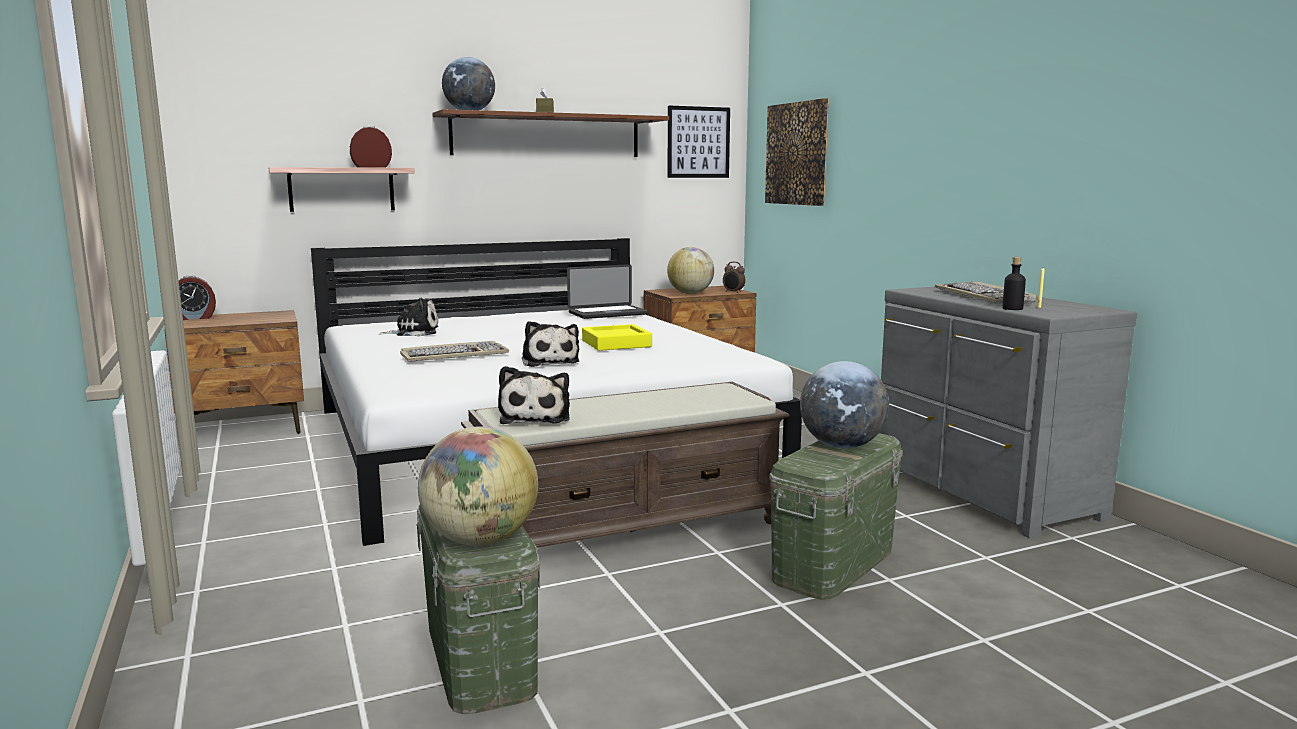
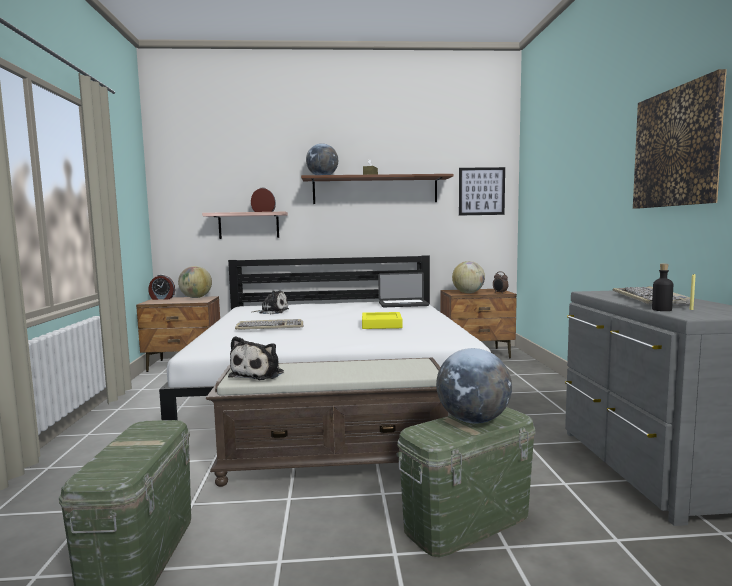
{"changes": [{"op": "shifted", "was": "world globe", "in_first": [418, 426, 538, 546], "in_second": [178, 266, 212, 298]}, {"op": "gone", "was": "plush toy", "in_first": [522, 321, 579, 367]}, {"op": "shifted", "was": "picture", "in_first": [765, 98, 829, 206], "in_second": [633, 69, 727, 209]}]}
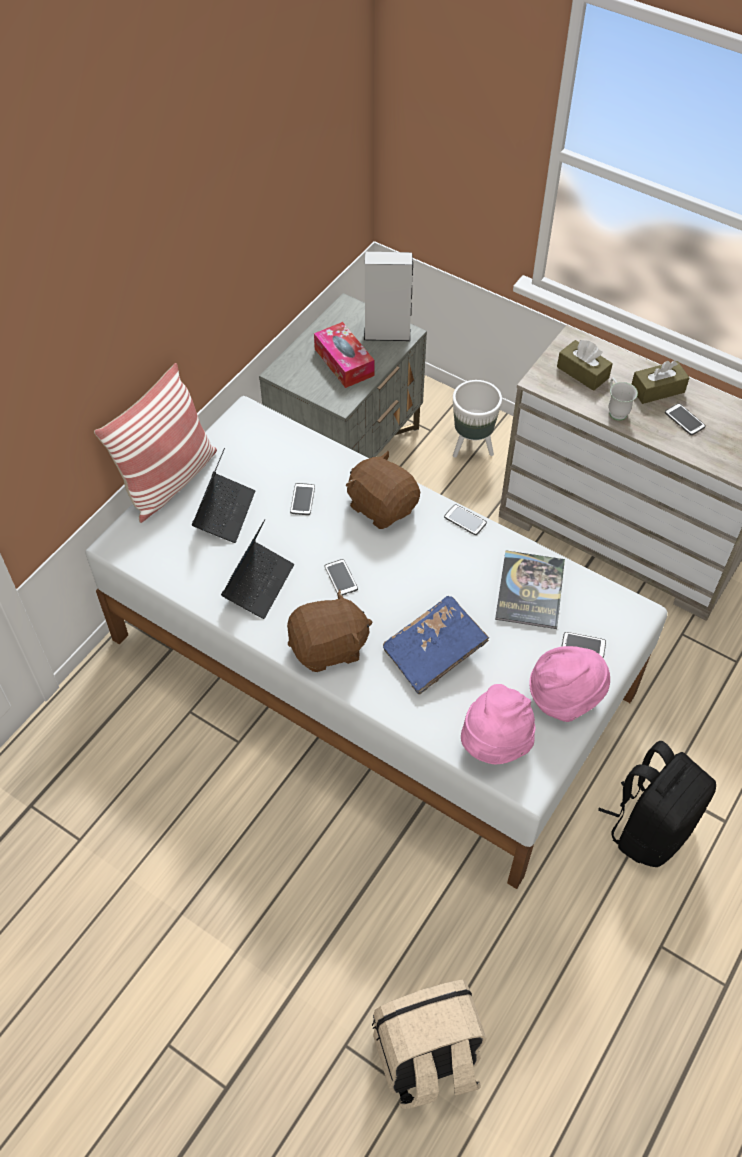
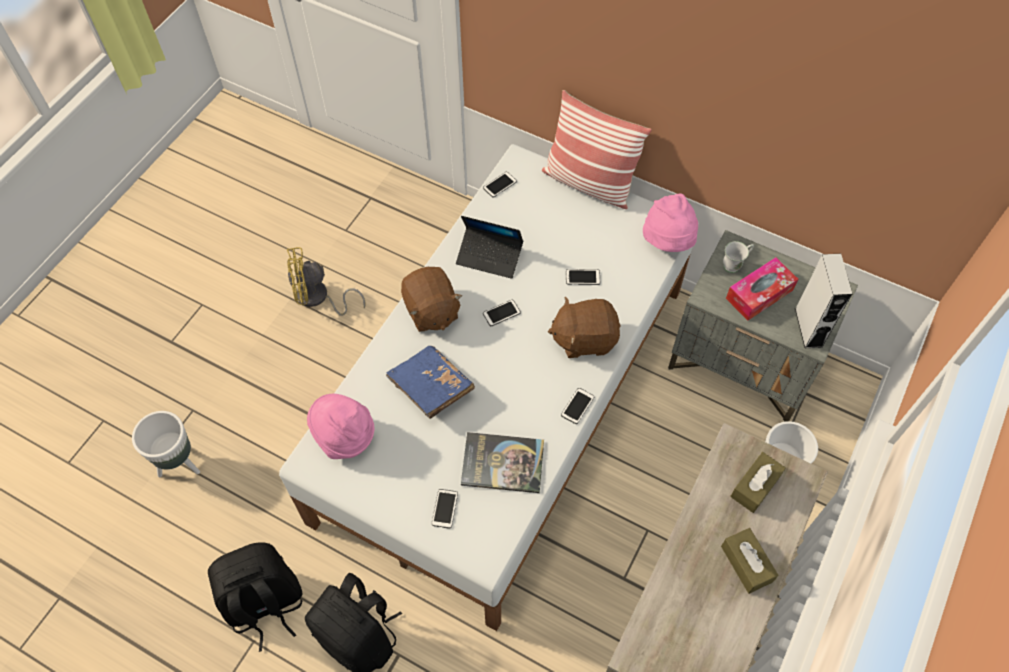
{"changes": [{"op": "gone", "was": "laptop", "in_first": [192, 448, 255, 543]}, {"op": "rotated", "was": "plush toy/brown-coloured", "in_first": [346, 451, 420, 529], "in_second": [548, 297, 620, 358], "clockwise": -135}, {"op": "swapped", "was": "backpack/beige", "now": "flower pot/white", "in_first": [372, 979, 486, 1109], "in_second": [132, 411, 200, 477]}, {"op": "shifted", "was": "clothing hat/pink", "in_first": [530, 646, 610, 722], "in_second": [643, 194, 698, 252]}, {"op": "shifted", "was": "mug/white", "in_first": [609, 378, 638, 421], "in_second": [723, 241, 754, 273]}, {"op": "shifted", "was": "telephone", "in_first": [665, 403, 706, 435], "in_second": [483, 172, 517, 198]}, {"op": "new", "now": "backpack/black-coloured", "in_second": [208, 542, 303, 652]}, {"op": "new", "now": "fan/yellow", "in_second": [287, 247, 365, 316]}]}
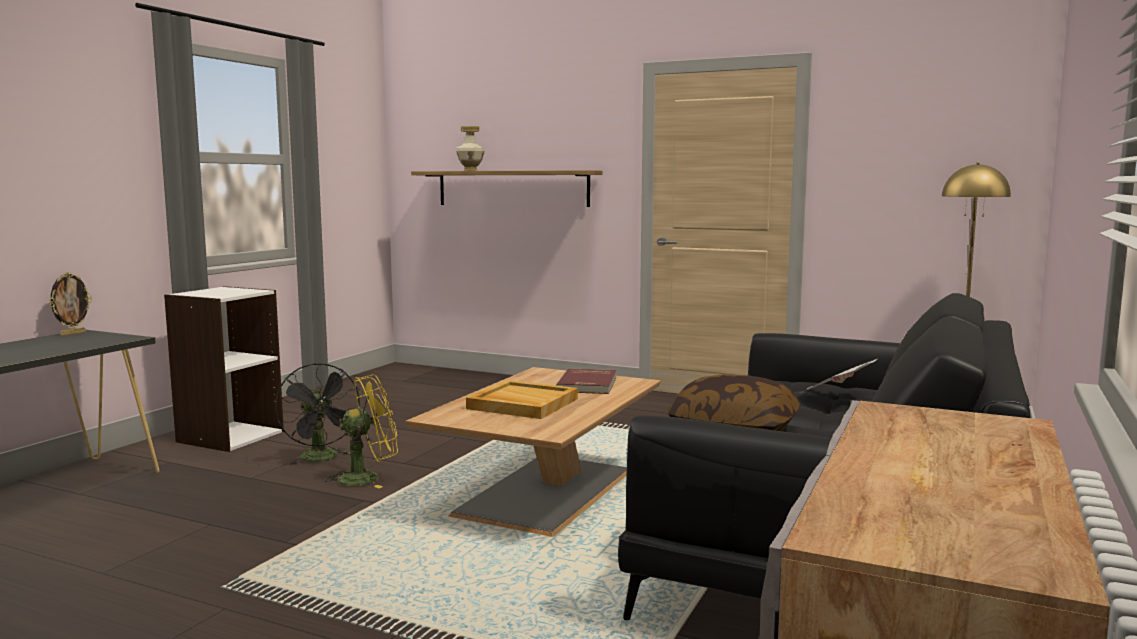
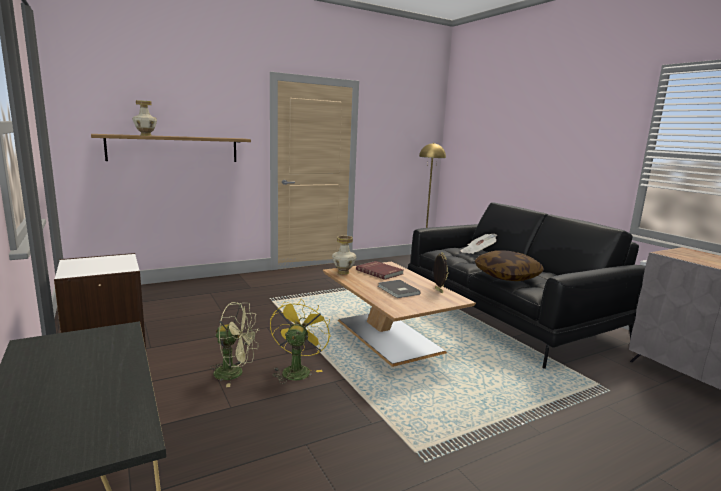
{"changes": [{"op": "shifted", "was": "photo frame", "in_first": [49, 272, 92, 336], "in_second": [433, 252, 449, 293]}, {"op": "repainted", "was": "fan/black-coloured", "now": "fan/green", "in_first": [275, 363, 360, 465], "in_second": [211, 302, 259, 387]}, {"op": "swapped", "was": "carrying tray/beige", "now": "book/grey", "in_first": [466, 380, 578, 419], "in_second": [378, 280, 421, 298]}, {"op": "new", "now": "decorative vase", "in_second": [332, 236, 356, 275]}]}
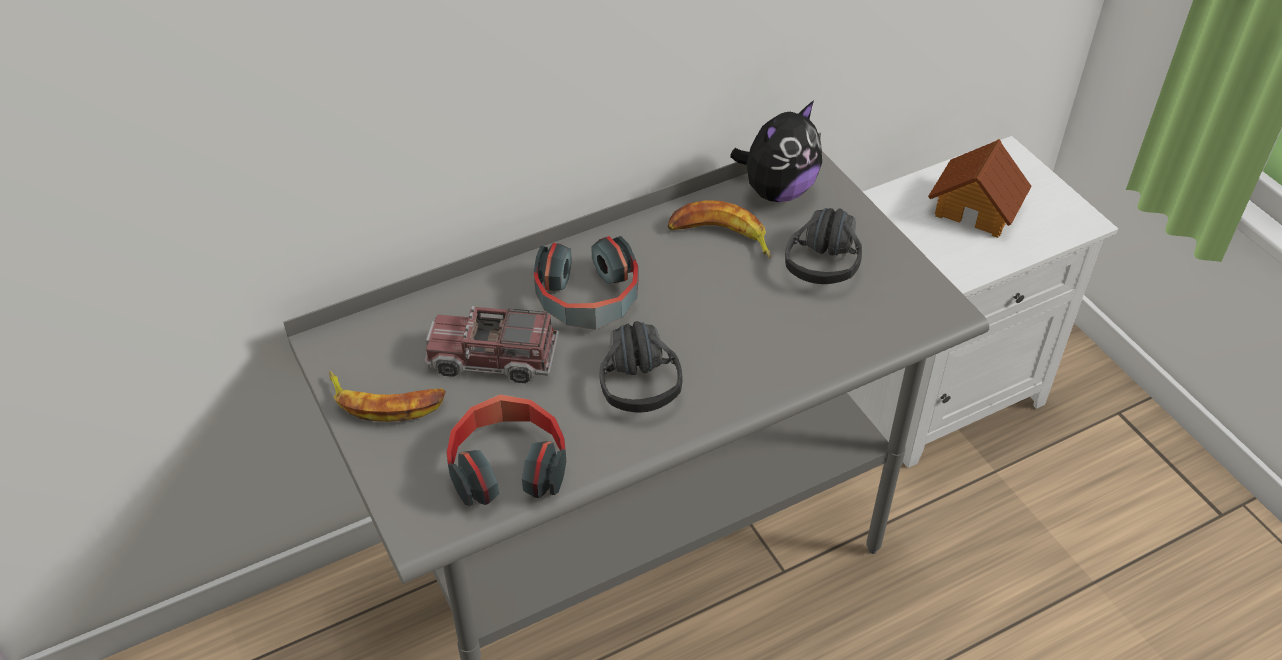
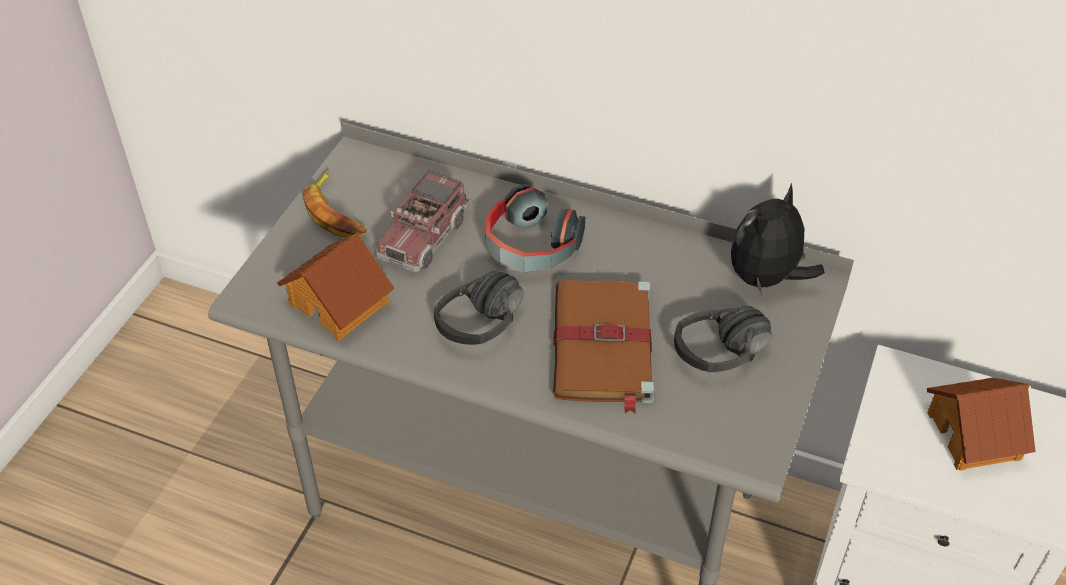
{"changes": [{"op": "rotated", "was": "toy truck", "in_first": [424, 306, 559, 383], "in_second": [375, 170, 471, 272], "clockwise": -120}, {"op": "swapped", "was": "headset", "now": "miniature house", "in_first": [446, 394, 566, 506], "in_second": [277, 232, 395, 341]}, {"op": "gone", "was": "banana fruit", "in_first": [668, 200, 771, 258]}, {"op": "rotated", "was": "plush toy", "in_first": [730, 100, 822, 202], "in_second": [731, 183, 825, 296], "clockwise": 120}, {"op": "new", "now": "book/brown-coloured", "in_second": [553, 280, 654, 414]}]}
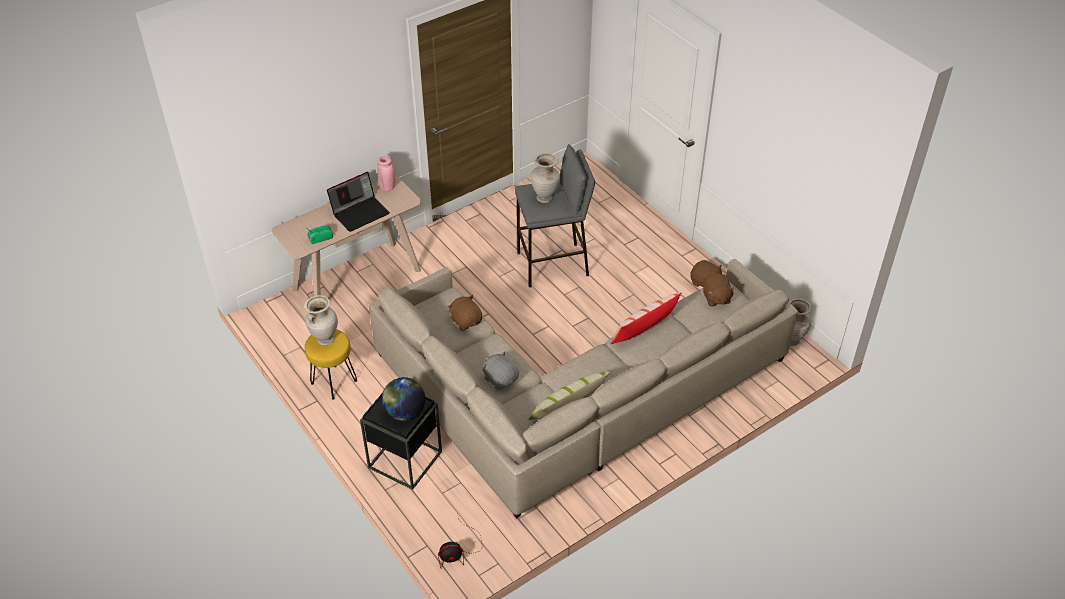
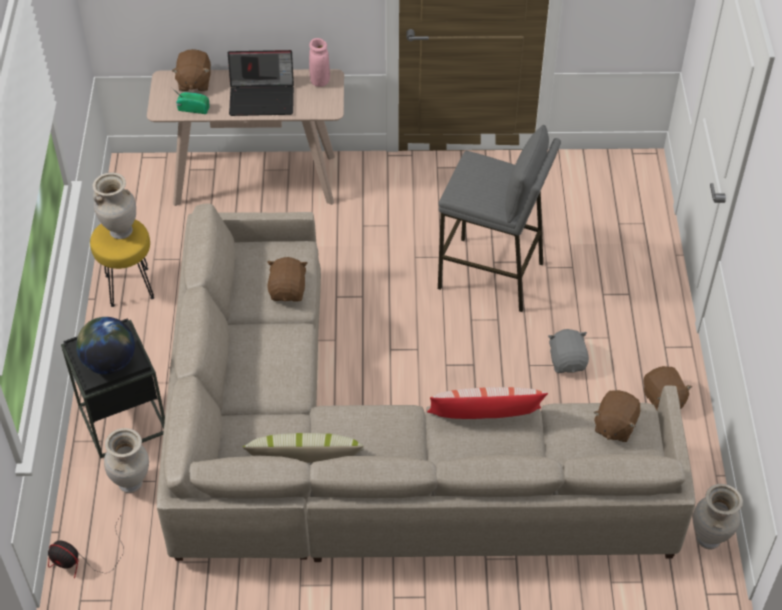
{"changes": [{"op": "shifted", "was": "plush toy/grey", "in_first": [482, 351, 519, 390], "in_second": [548, 329, 589, 373]}, {"op": "shifted", "was": "decorative vase/beige", "in_first": [531, 153, 560, 203], "in_second": [104, 428, 149, 493]}, {"op": "new", "now": "plush toy/brown-coloured", "in_second": [172, 49, 211, 91]}]}
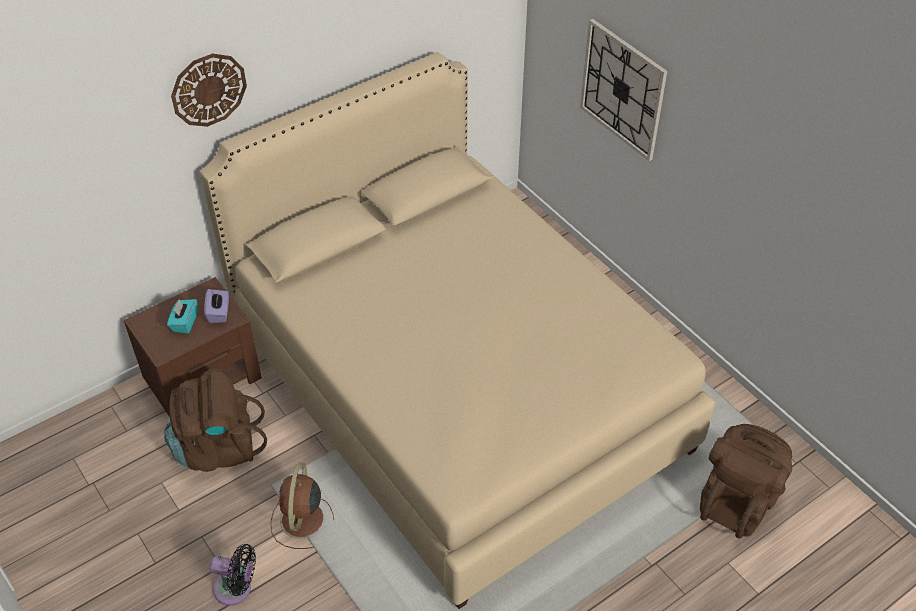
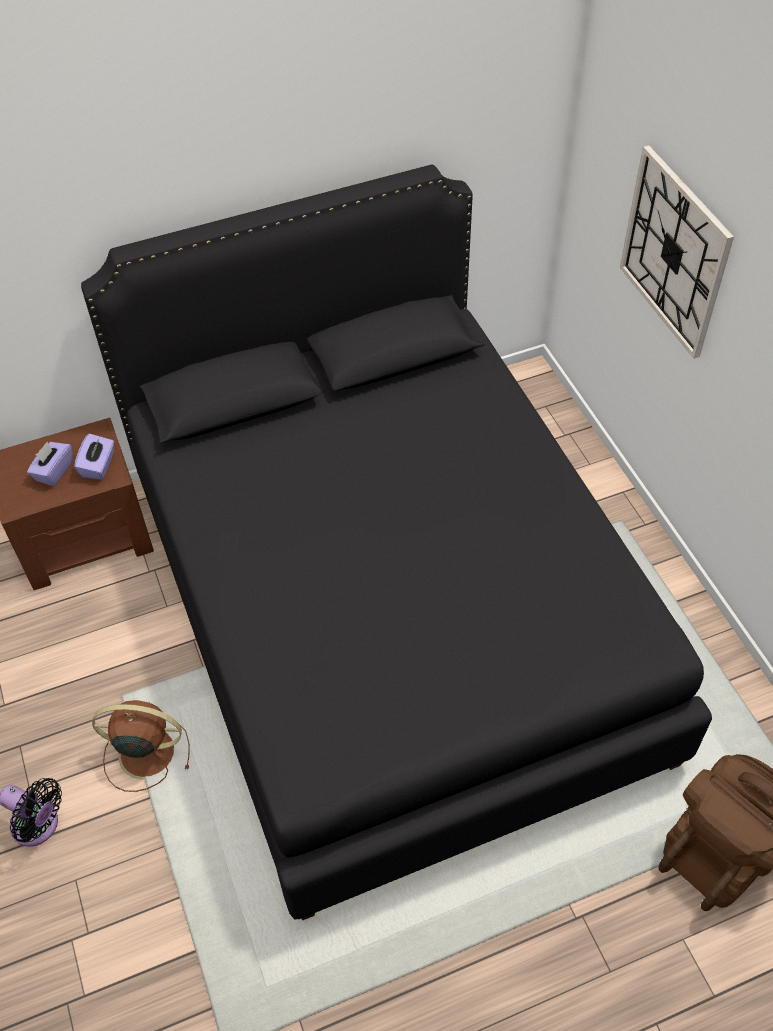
{"changes": [{"op": "gone", "was": "backpack/brown-coloured", "in_first": [164, 369, 267, 472]}, {"op": "repainted", "was": "box of tissues/turquoise-coloured", "now": "box of tissues/purple-coloured", "in_first": [167, 299, 198, 334], "in_second": [27, 442, 73, 486]}, {"op": "gone", "was": "clock on the wall", "in_first": [171, 53, 247, 127]}, {"op": "repainted", "was": "bedroom bed/beige", "now": "bedroom bed/black-coloured", "in_first": [200, 52, 716, 609], "in_second": [81, 165, 712, 920]}, {"op": "rotated", "was": "fan/brown-coloured", "in_first": [270, 462, 334, 549], "in_second": [92, 700, 190, 792], "clockwise": 75}]}
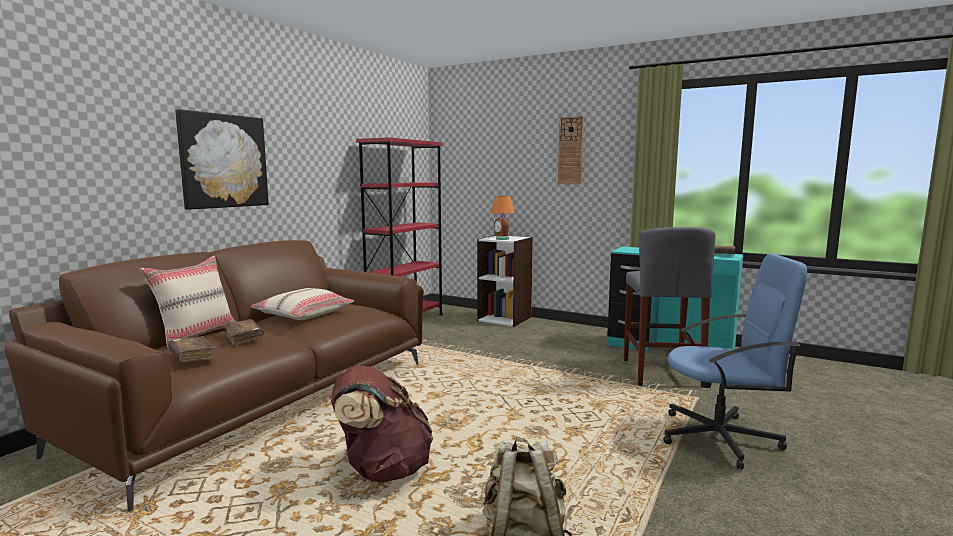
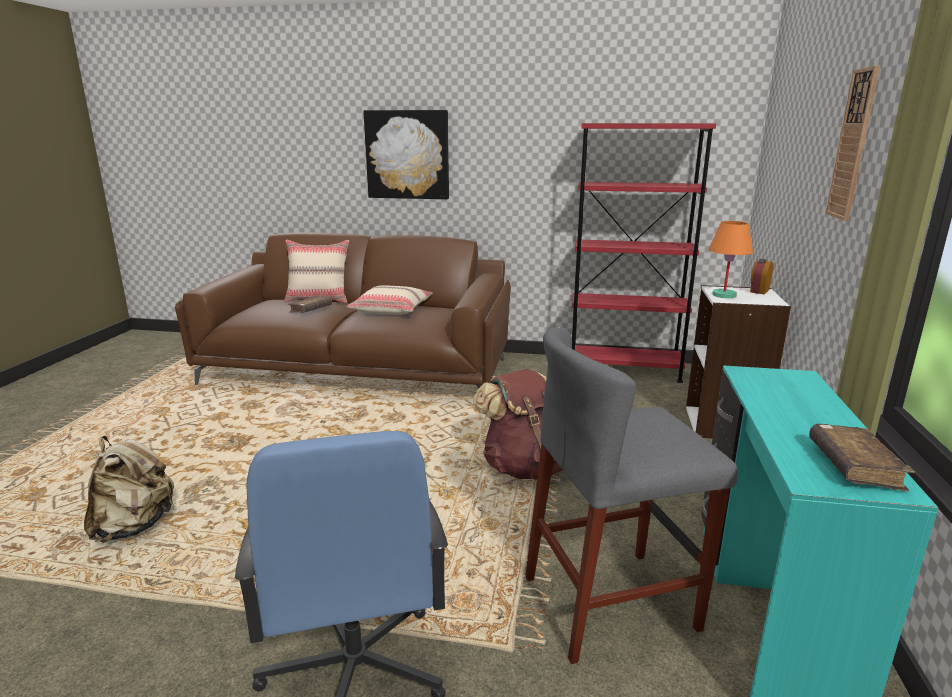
{"changes": [{"op": "gone", "was": "book/brown-coloured", "in_first": [168, 336, 216, 362]}, {"op": "shifted", "was": "backpack/brown-coloured", "in_first": [331, 366, 433, 483], "in_second": [474, 369, 563, 480]}]}
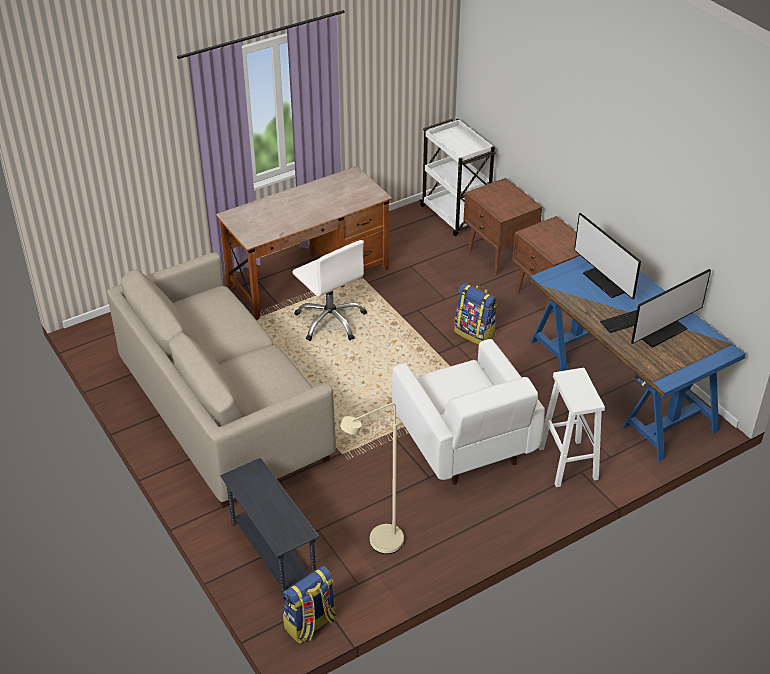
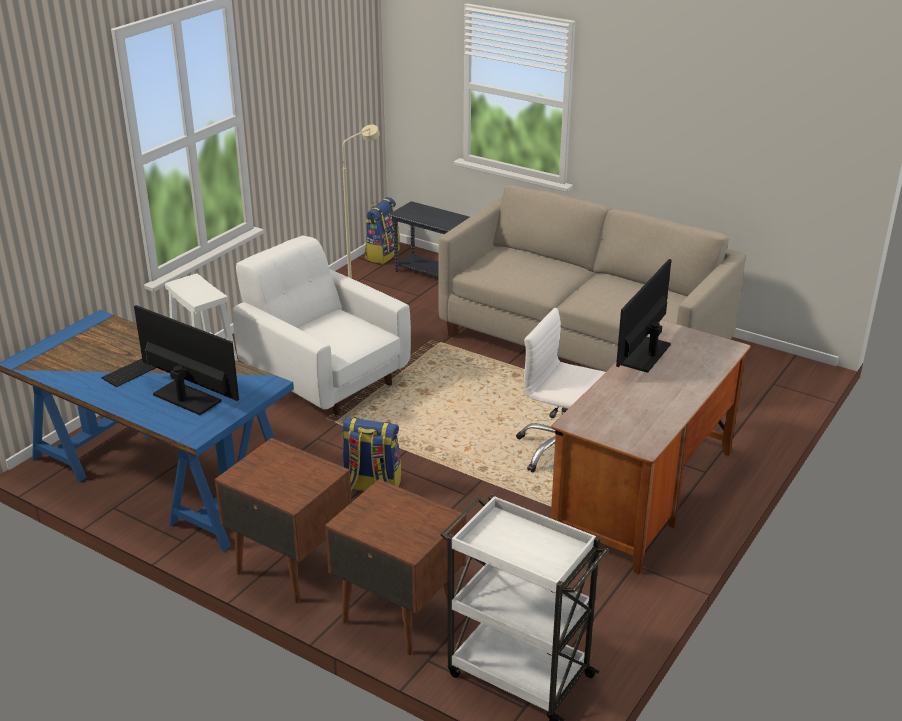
{"changes": [{"op": "shifted", "was": "computer display", "in_first": [631, 269, 711, 348], "in_second": [616, 259, 672, 373]}]}
